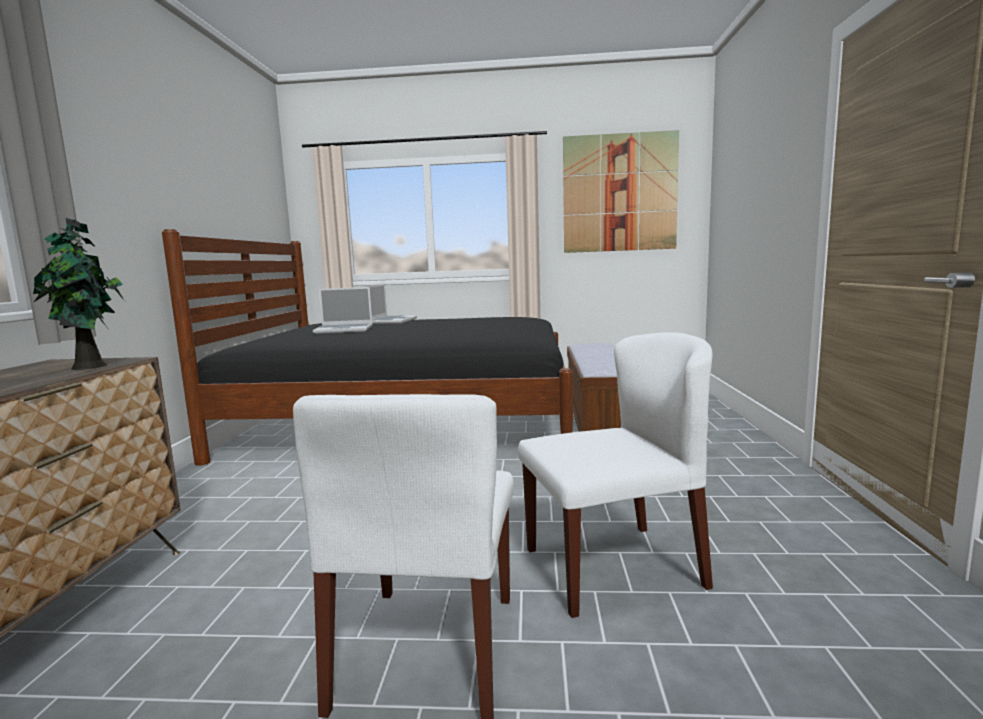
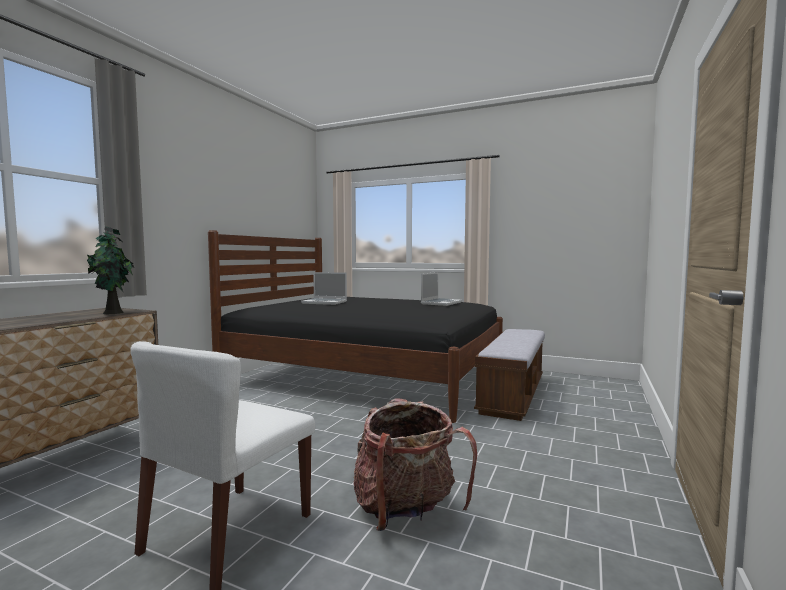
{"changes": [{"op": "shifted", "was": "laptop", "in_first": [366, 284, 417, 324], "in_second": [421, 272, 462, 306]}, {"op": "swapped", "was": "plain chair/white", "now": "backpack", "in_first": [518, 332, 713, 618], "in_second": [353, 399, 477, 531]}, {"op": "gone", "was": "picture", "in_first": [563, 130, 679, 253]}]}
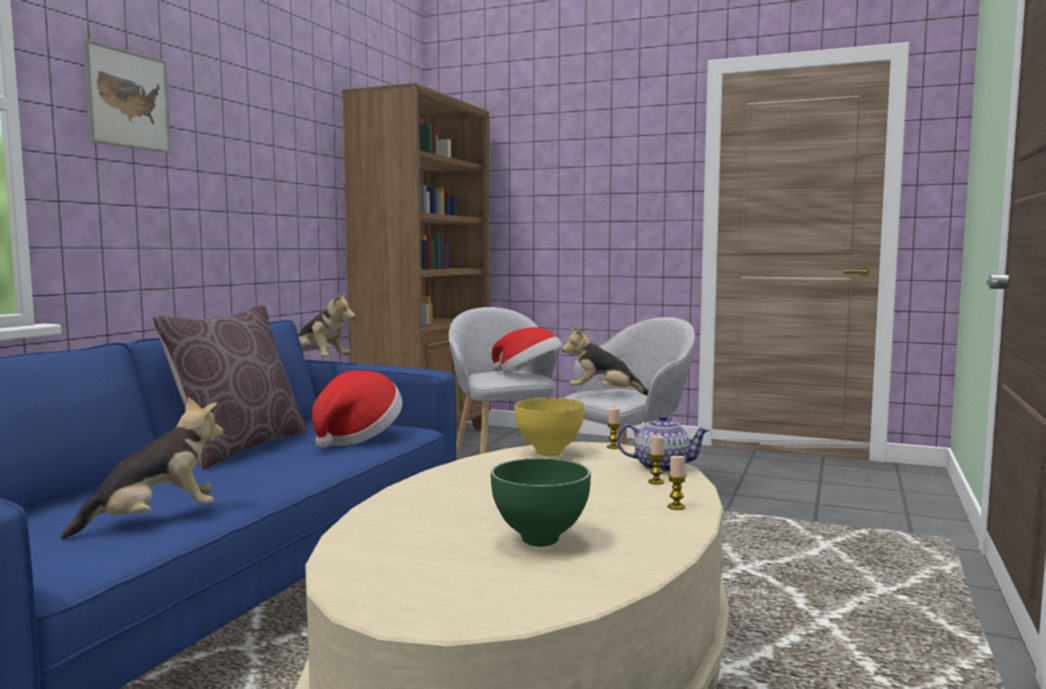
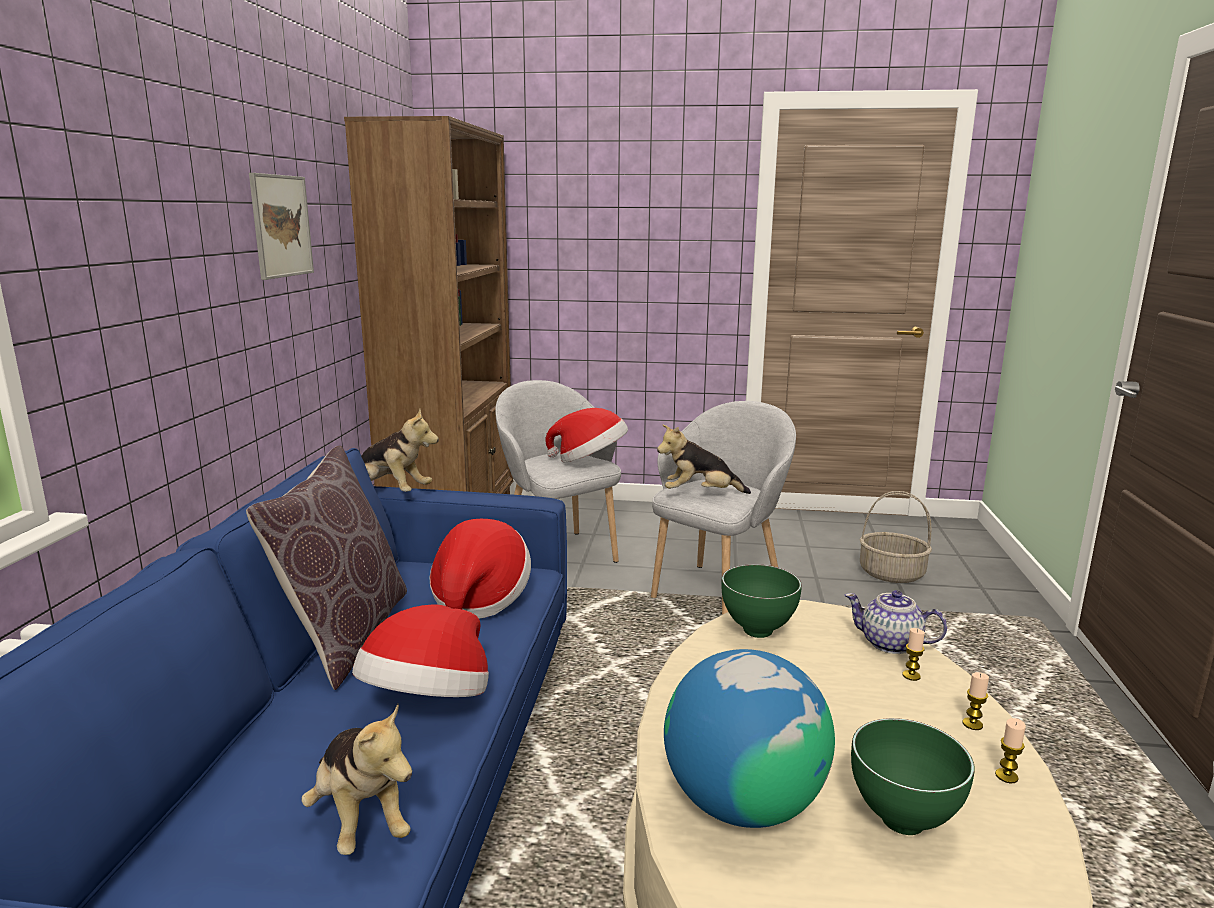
{"changes": [{"op": "rotated", "was": "plush toy", "in_first": [61, 397, 223, 540], "in_second": [301, 704, 412, 855], "clockwise": 105}, {"op": "shifted", "was": "picture", "in_first": [83, 39, 171, 153], "in_second": [249, 173, 314, 280]}, {"op": "repainted", "was": "bowl/yellow", "now": "bowl/green", "in_first": [515, 398, 584, 456], "in_second": [721, 564, 802, 638]}, {"op": "shifted", "was": "wax candle", "in_first": [607, 407, 621, 449], "in_second": [995, 718, 1026, 783]}, {"op": "rotated", "was": "tea pot", "in_first": [617, 414, 710, 472], "in_second": [845, 590, 947, 654], "clockwise": -150}, {"op": "new", "now": "clothing hat", "in_second": [352, 605, 489, 697]}, {"op": "new", "now": "world globe", "in_second": [664, 649, 835, 828]}, {"op": "new", "now": "basket", "in_second": [860, 491, 932, 583]}]}
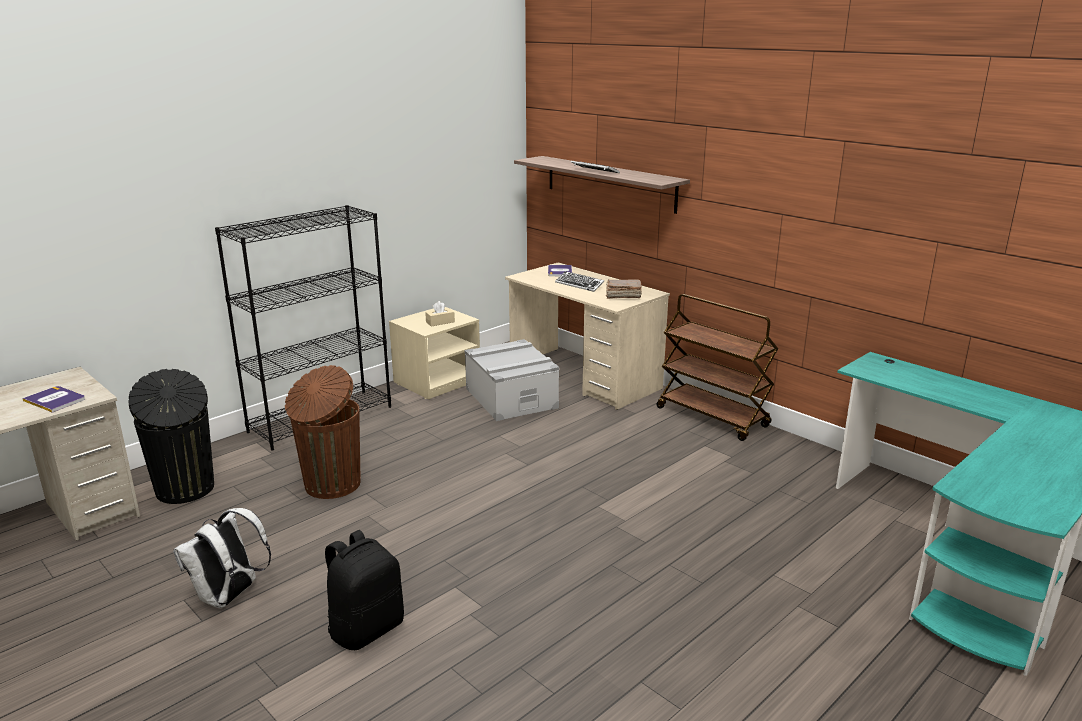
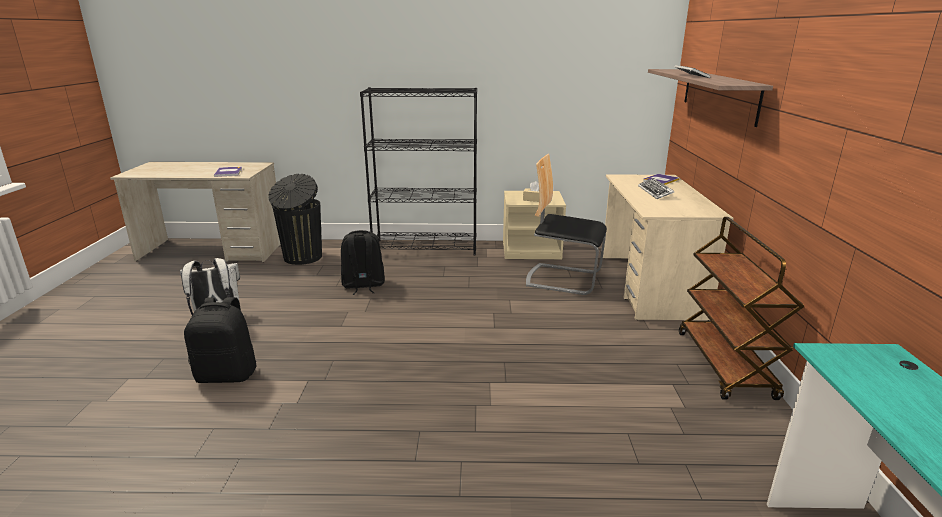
{"changes": [{"op": "swapped", "was": "waste bin/brown-coloured", "now": "backpack/black-coloured", "in_first": [285, 365, 360, 499], "in_second": [341, 230, 385, 295]}, {"op": "swapped", "was": "storage box/grey", "now": "plain chair", "in_first": [464, 339, 559, 421], "in_second": [526, 154, 607, 295]}, {"op": "gone", "was": "book/brown-coloured", "in_first": [606, 279, 642, 299]}]}
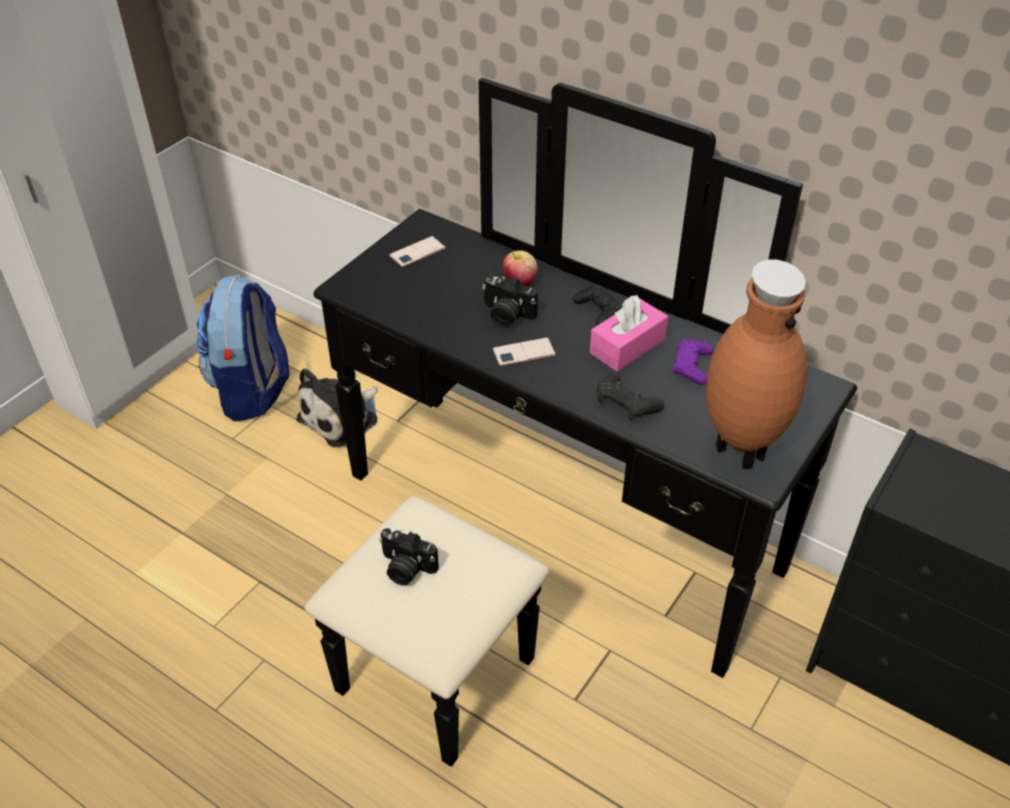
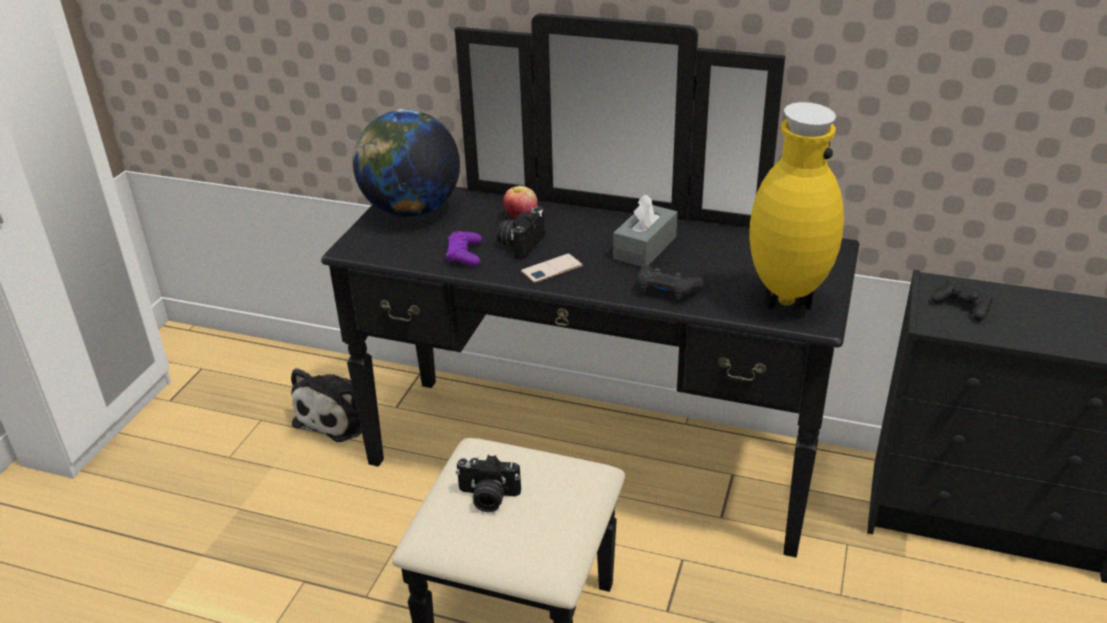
{"changes": [{"op": "gone", "was": "backpack", "in_first": [197, 274, 290, 421]}, {"op": "swapped", "was": "telephone", "now": "world globe", "in_first": [389, 236, 446, 267], "in_second": [353, 109, 460, 217]}, {"op": "rotated", "was": "still camera", "in_first": [482, 276, 538, 327], "in_second": [497, 206, 545, 260], "clockwise": 105}, {"op": "shifted", "was": "joypad/black-coloured", "in_first": [573, 285, 623, 325], "in_second": [931, 281, 993, 321]}, {"op": "repainted", "was": "box of tissues/pink", "now": "box of tissues/grey", "in_first": [590, 295, 668, 372], "in_second": [613, 194, 678, 267]}, {"op": "shifted", "was": "joypad/purple-coloured", "in_first": [673, 338, 714, 385], "in_second": [446, 231, 482, 266]}, {"op": "repainted", "was": "decorative vase/brown-coloured", "now": "decorative vase/yellow", "in_first": [706, 260, 807, 469], "in_second": [749, 102, 844, 319]}]}
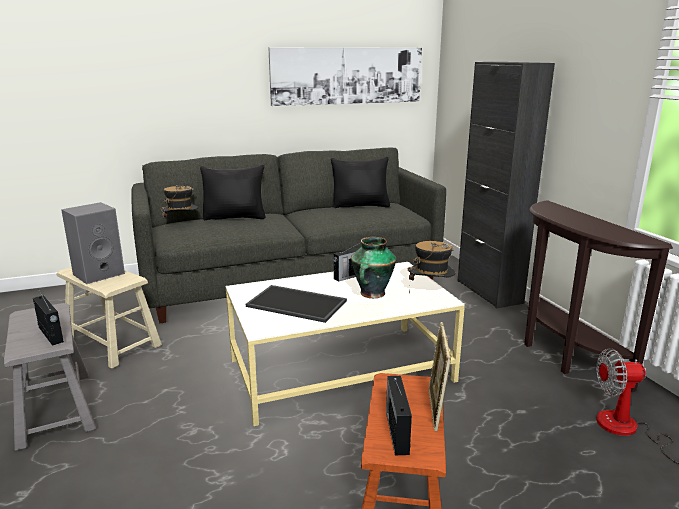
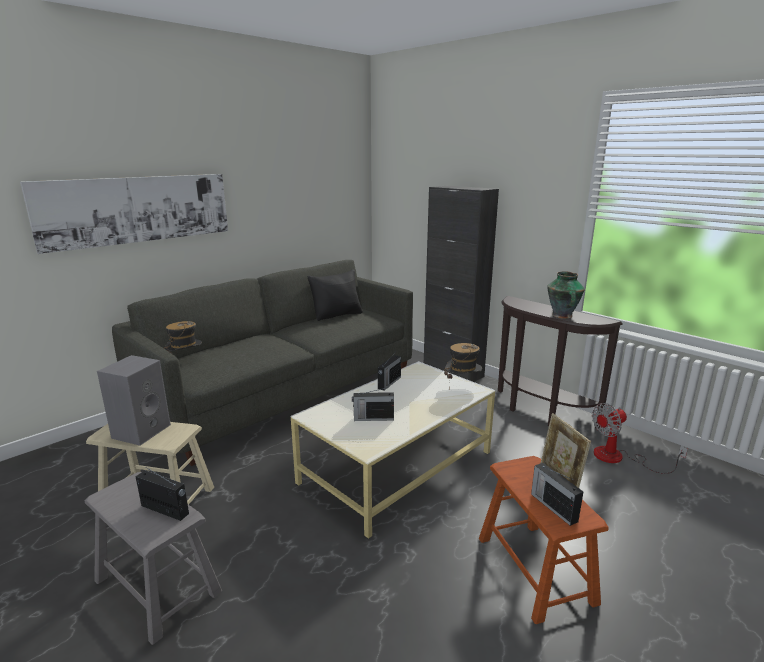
{"changes": [{"op": "gone", "was": "throw pillow/black-coloured", "in_first": [200, 165, 265, 220]}, {"op": "swapped", "was": "carrying tray", "now": "radio receiver", "in_first": [246, 285, 347, 323], "in_second": [352, 388, 394, 421]}, {"op": "shifted", "was": "picture", "in_first": [268, 47, 422, 106], "in_second": [20, 174, 228, 254]}, {"op": "shifted", "was": "decorative vase", "in_first": [351, 237, 396, 298], "in_second": [547, 271, 585, 319]}]}
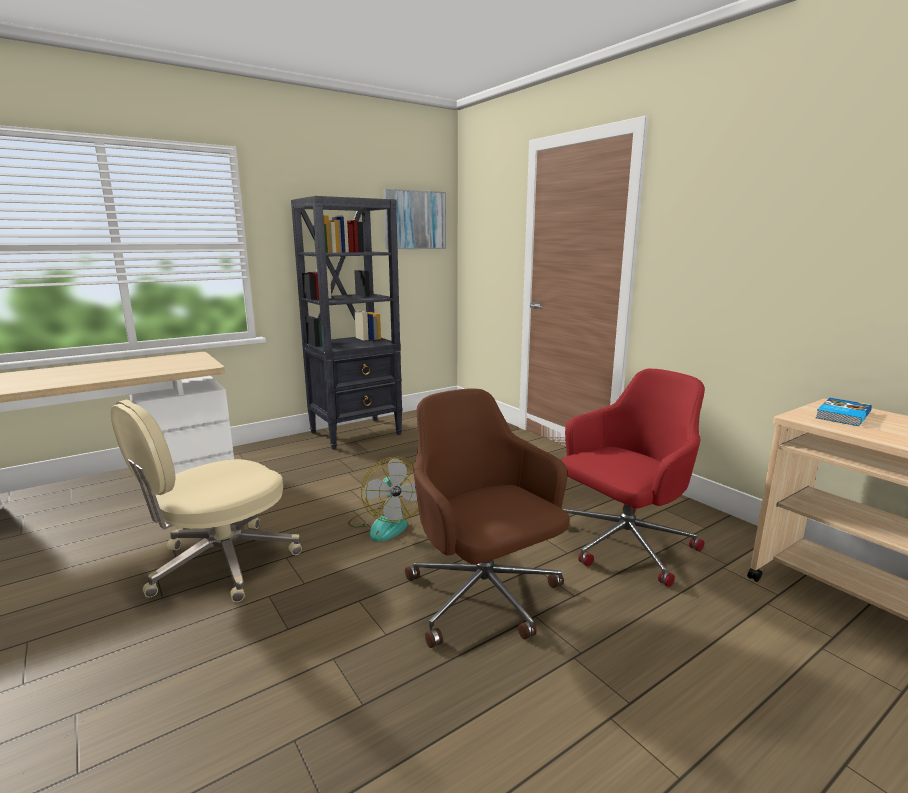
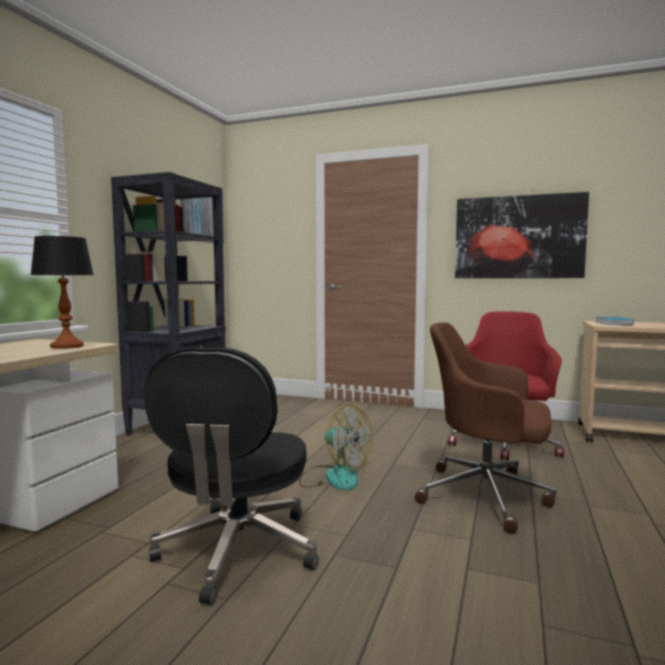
{"changes": [{"op": "repainted", "was": "computer chair/beige", "now": "computer chair/black-coloured", "in_first": [111, 400, 302, 602], "in_second": [144, 347, 319, 605]}, {"op": "new", "now": "tabletop lamp", "in_second": [30, 236, 93, 349]}, {"op": "new", "now": "picture", "in_second": [455, 192, 589, 278]}]}
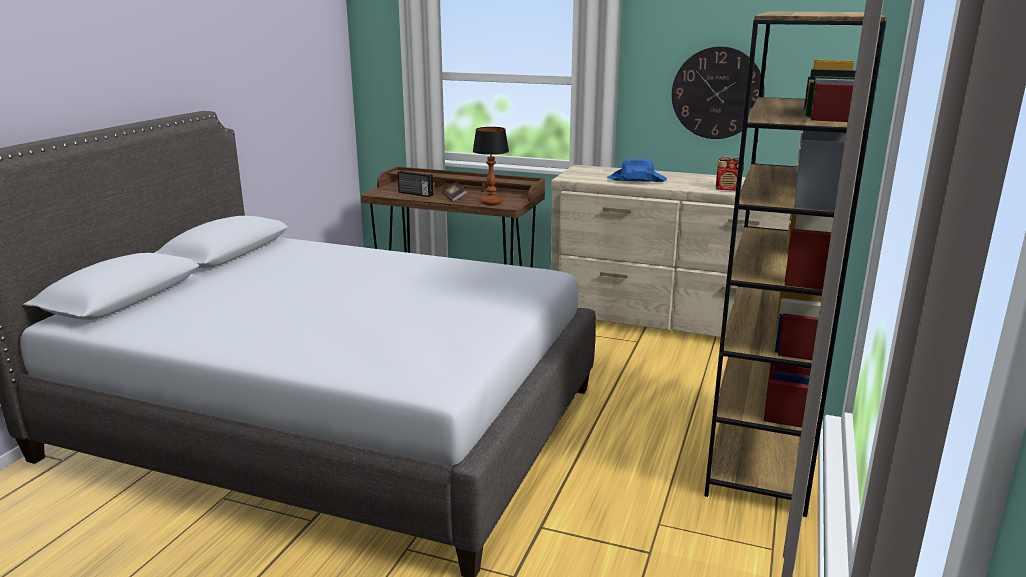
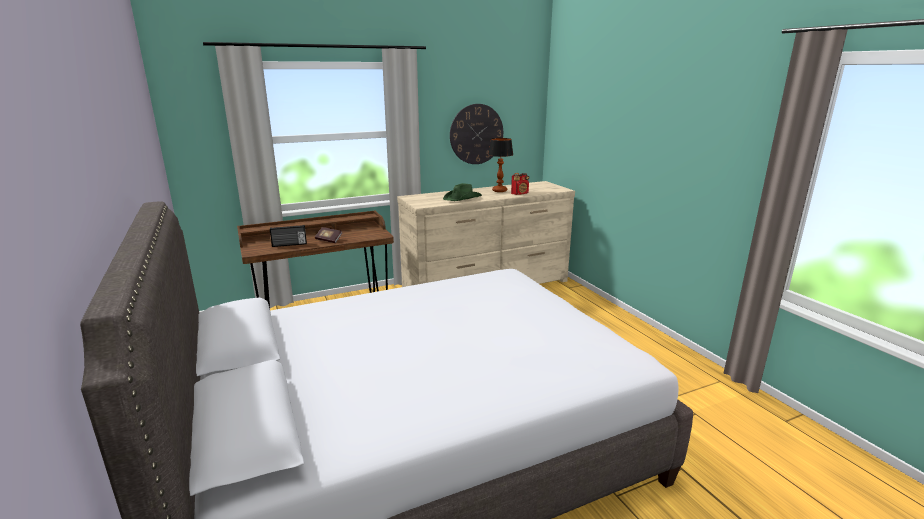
{"changes": [{"op": "shifted", "was": "tabletop lamp", "in_first": [473, 127, 509, 205], "in_second": [488, 138, 513, 192]}, {"op": "repainted", "was": "clothing hat/blue-coloured", "now": "clothing hat/green", "in_first": [607, 159, 667, 182], "in_second": [443, 183, 482, 201]}, {"op": "gone", "was": "bookcase/brown-coloured", "in_first": [704, 11, 886, 517]}]}
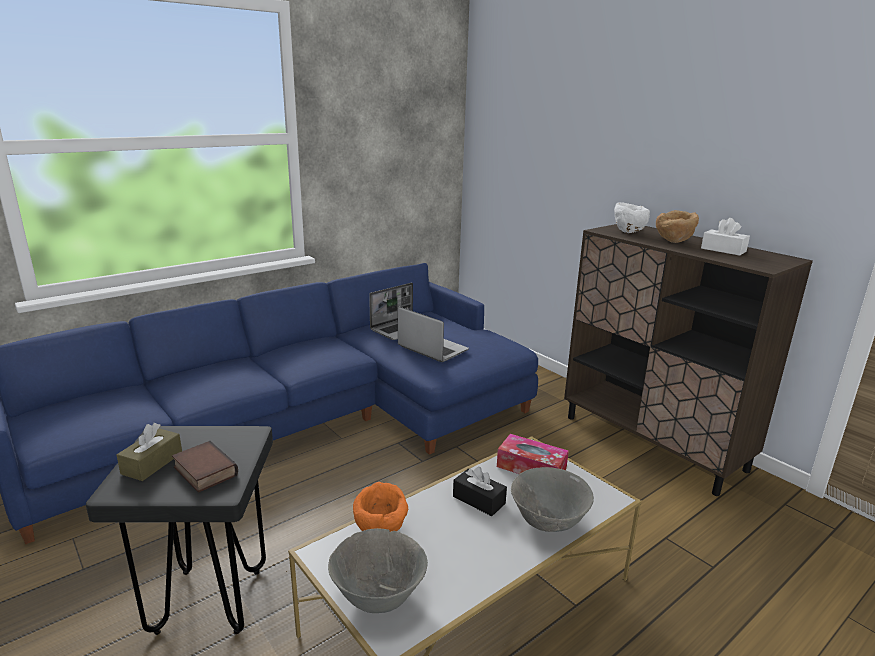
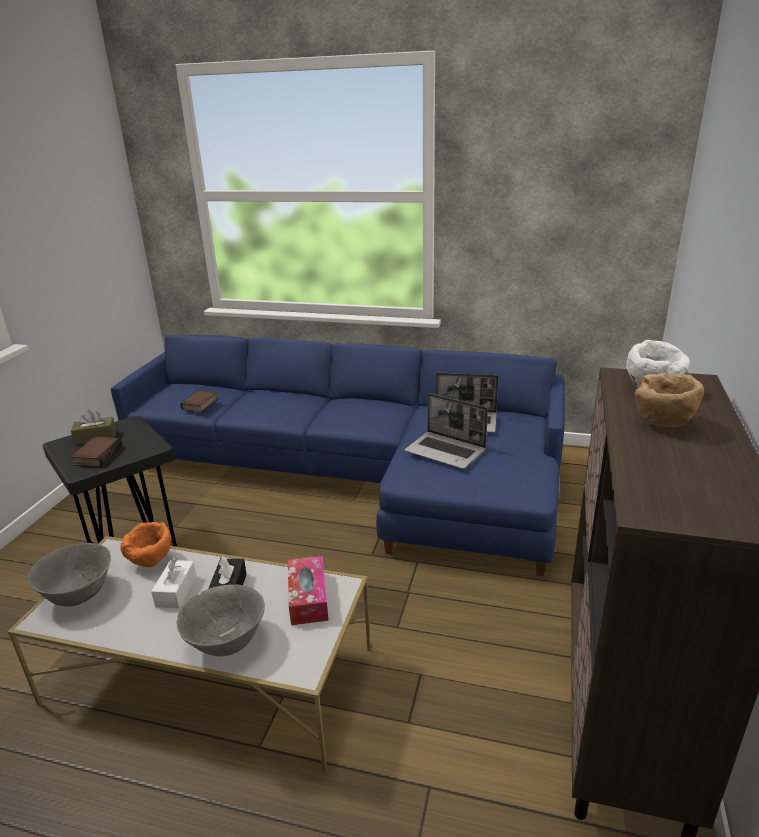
{"changes": [{"op": "rotated", "was": "laptop", "in_first": [398, 307, 469, 362], "in_second": [405, 393, 488, 469], "clockwise": 120}, {"op": "shifted", "was": "box of tissues/white", "in_first": [701, 218, 750, 256], "in_second": [151, 557, 197, 608]}, {"op": "new", "now": "book", "in_second": [180, 390, 218, 412]}]}
